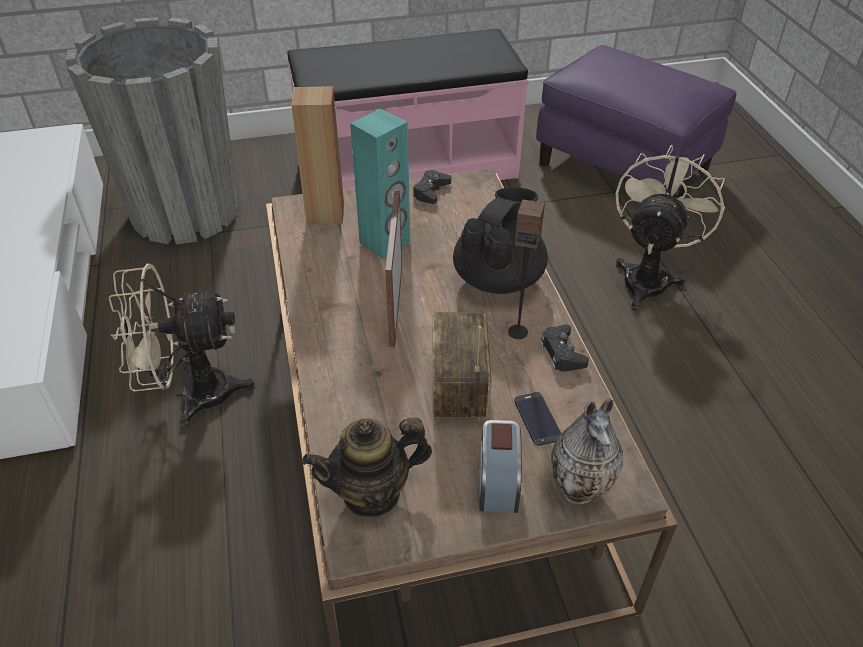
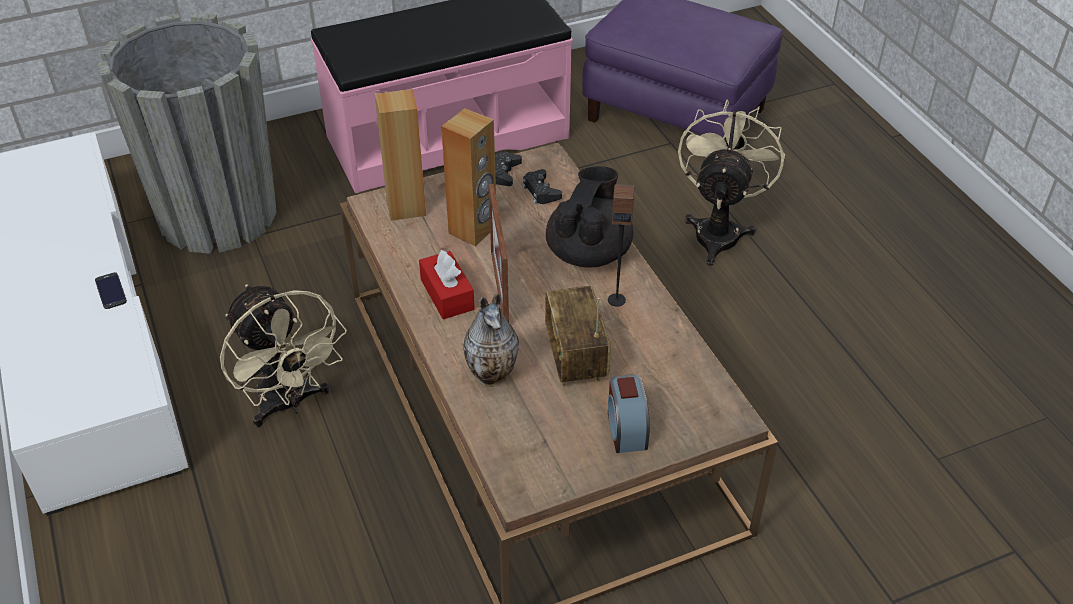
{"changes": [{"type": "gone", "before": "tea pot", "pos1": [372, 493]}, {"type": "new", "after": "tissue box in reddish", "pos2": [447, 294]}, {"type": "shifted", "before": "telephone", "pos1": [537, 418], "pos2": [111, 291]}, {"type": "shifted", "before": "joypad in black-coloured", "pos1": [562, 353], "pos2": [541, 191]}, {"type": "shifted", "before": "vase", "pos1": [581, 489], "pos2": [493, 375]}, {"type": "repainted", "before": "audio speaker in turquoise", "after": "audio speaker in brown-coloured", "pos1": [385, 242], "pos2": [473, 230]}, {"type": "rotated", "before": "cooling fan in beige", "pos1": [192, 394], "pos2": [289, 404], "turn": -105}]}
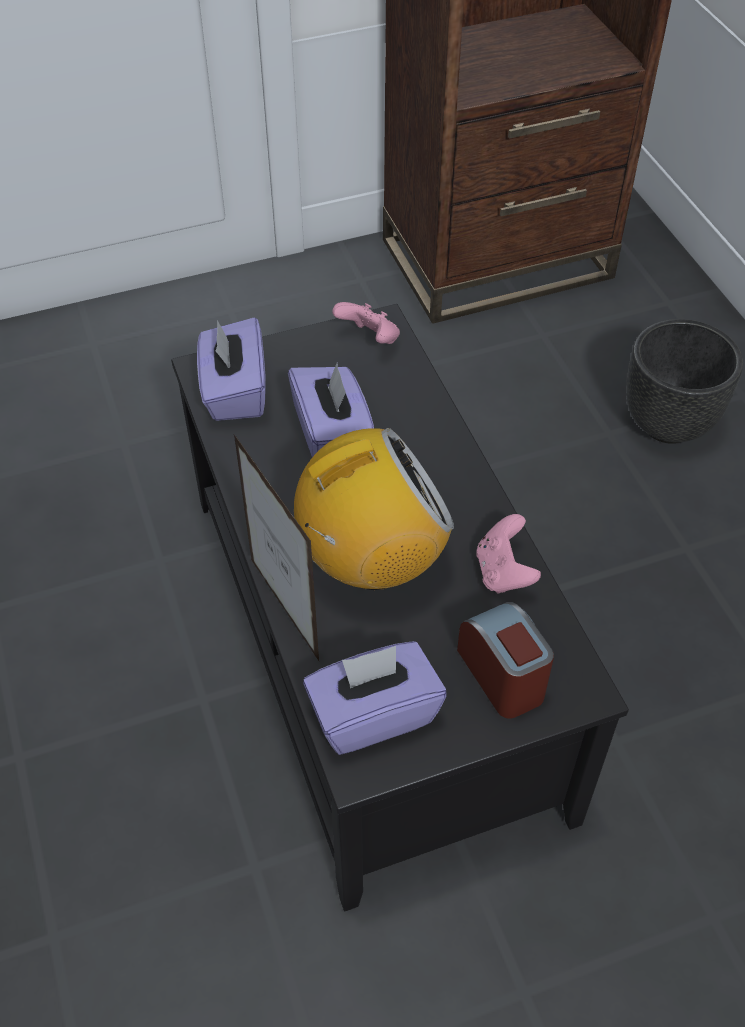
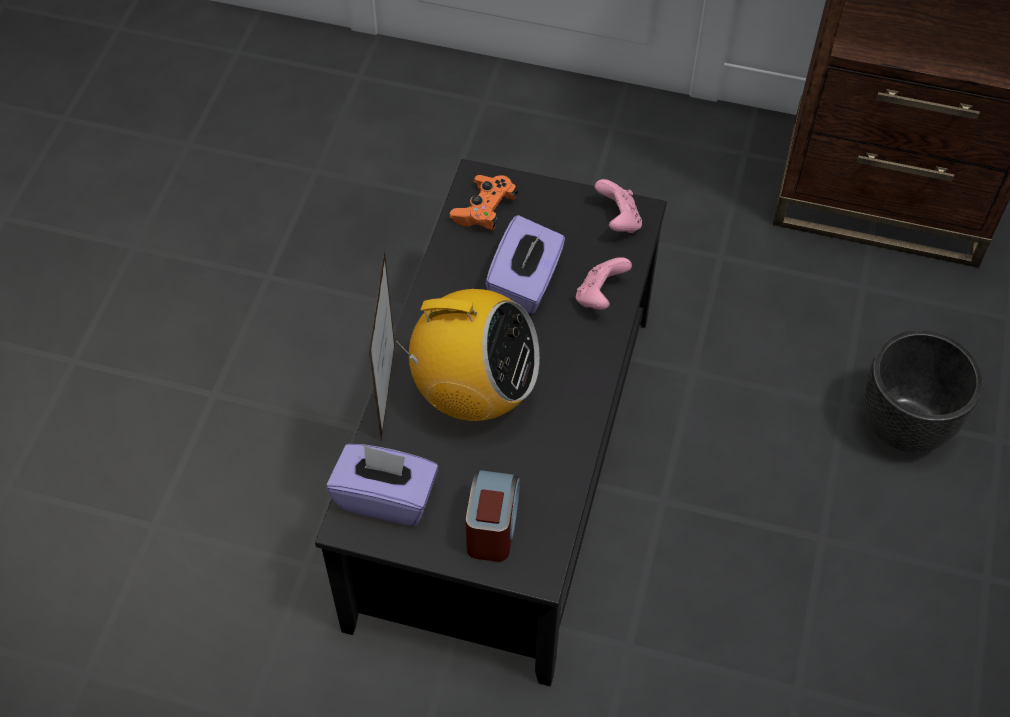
{"changes": [{"type": "shifted", "before": "joypad in pink", "pos1": [503, 572], "pos2": [600, 296]}, {"type": "swapped", "before": "tissue box in purple", "after": "joypad in orange-coloured", "pos1": [234, 392], "pos2": [484, 210]}]}
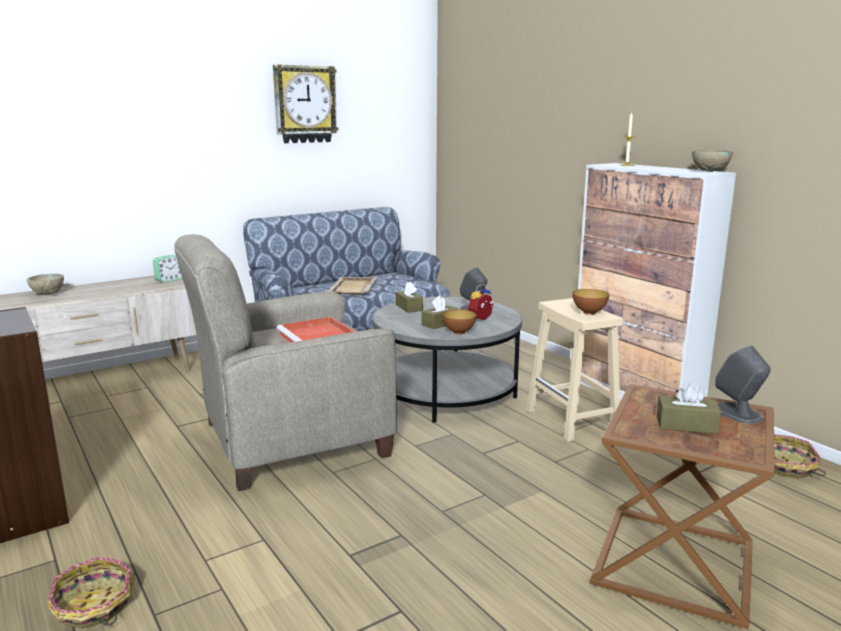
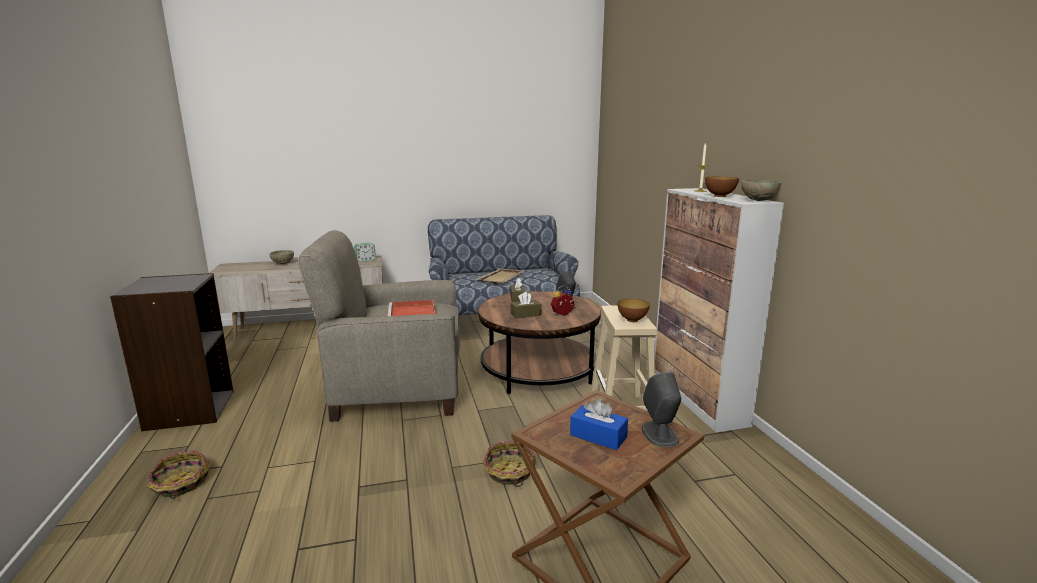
{"changes": [{"type": "gone", "before": "hanging clock", "pos1": [304, 104]}, {"type": "shifted", "before": "bowl", "pos1": [459, 332], "pos2": [720, 196]}, {"type": "shifted", "before": "household basket", "pos1": [787, 467], "pos2": [509, 472]}, {"type": "repainted", "before": "low table in greyish", "after": "low table in brown-coloured", "pos1": [446, 392], "pos2": [538, 370]}, {"type": "repainted", "before": "tissue box in brown-coloured", "after": "tissue box in bluish", "pos1": [686, 425], "pos2": [598, 436]}]}
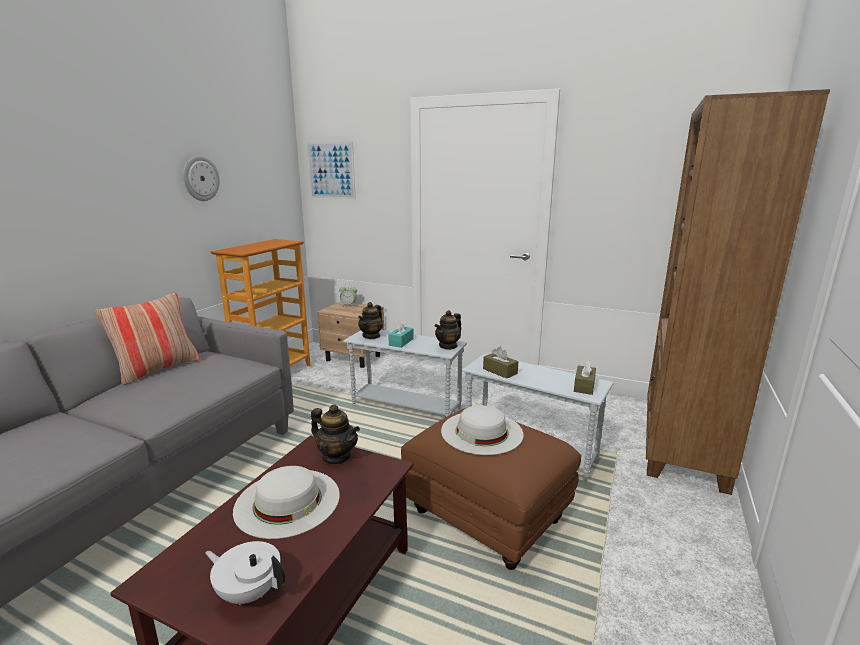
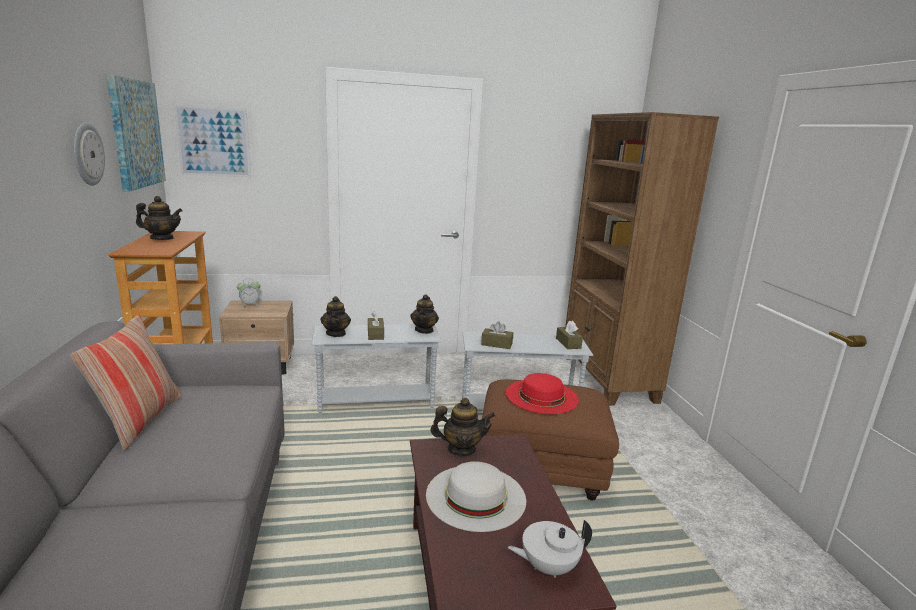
{"changes": [{"type": "new", "after": "wall art", "pos2": [135, 133]}, {"type": "new", "after": "tea pot", "pos2": [162, 239]}, {"type": "repainted", "before": "tissue box in turquoise", "after": "tissue box in brown-coloured", "pos1": [401, 342], "pos2": [375, 334]}, {"type": "repainted", "before": "wearable hat in white", "after": "wearable hat in reddish", "pos1": [481, 432], "pos2": [541, 396]}]}
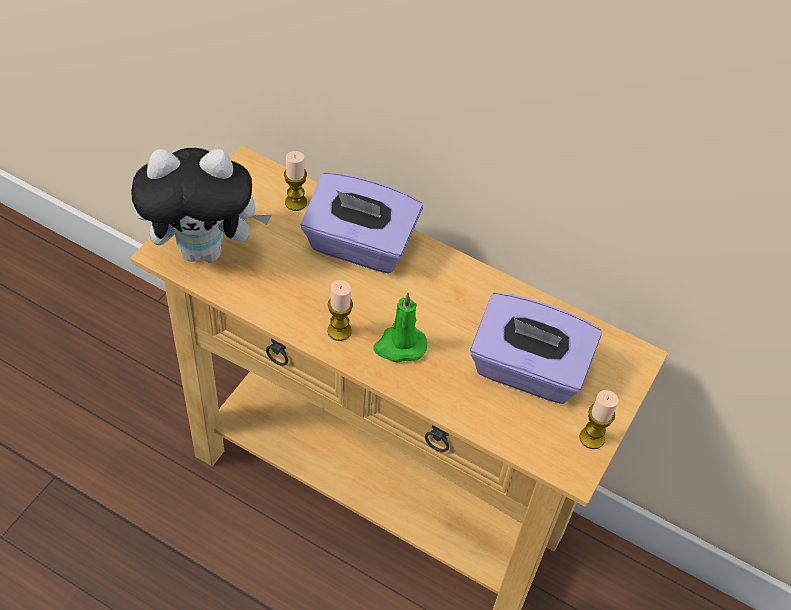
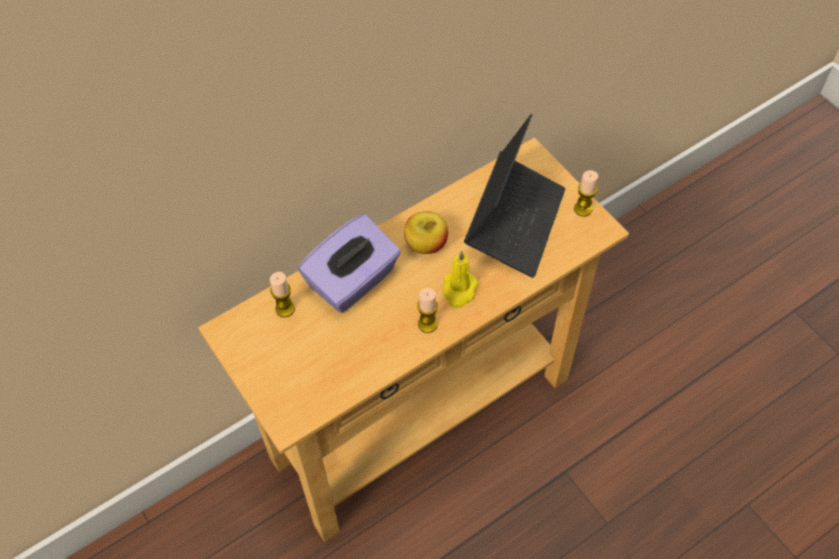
{"changes": [{"type": "gone", "before": "soft toy", "pos1": [205, 249]}, {"type": "new", "after": "whole apple", "pos2": [426, 244]}, {"type": "swapped", "before": "tissue box in purple", "after": "portable computer", "pos1": [527, 371], "pos2": [515, 222]}, {"type": "repainted", "before": "wax candle in greenish", "after": "wax candle in yellowish", "pos1": [399, 346], "pos2": [459, 290]}]}
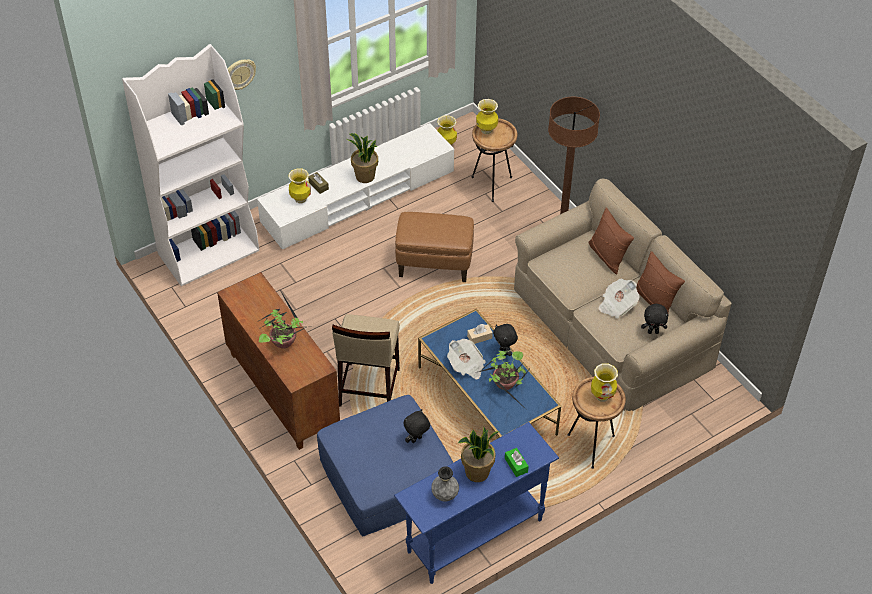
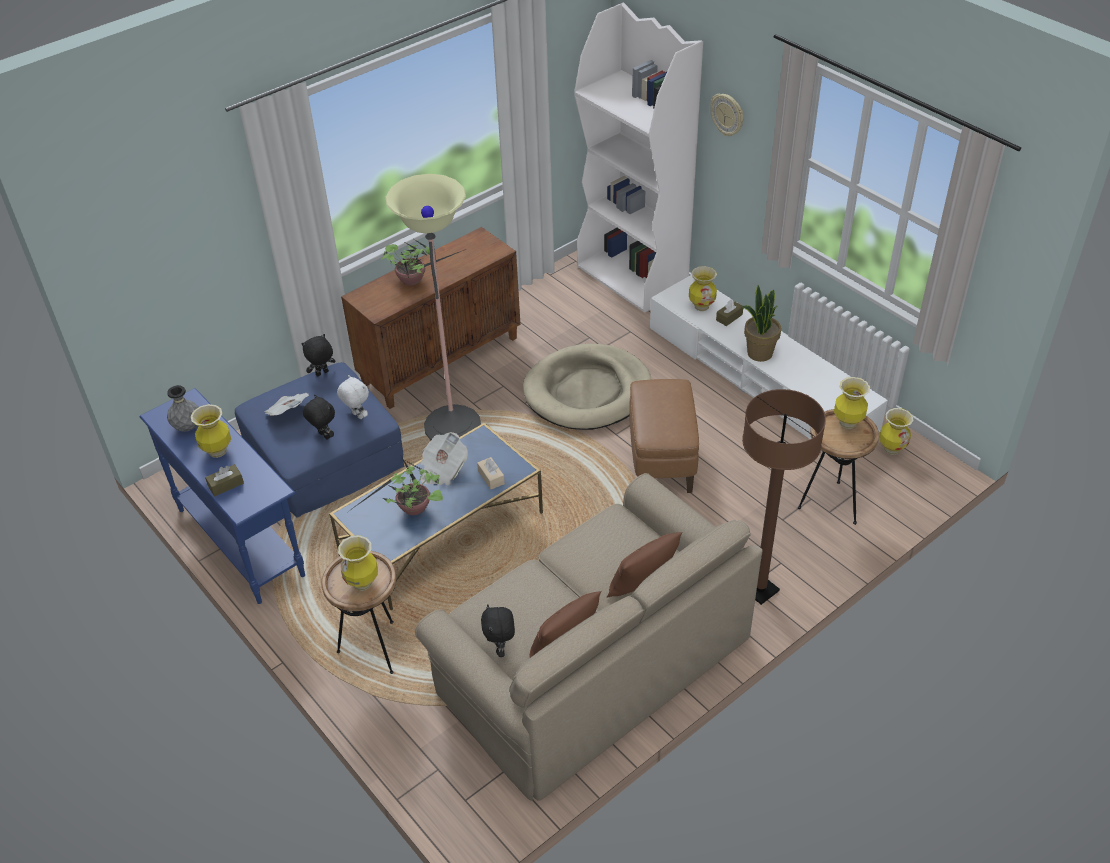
{"changes": [{"type": "new", "after": "soft toy in white", "pos2": [357, 416]}, {"type": "new", "after": "dog bed in beige", "pos2": [587, 391]}, {"type": "shifted", "before": "soft toy in black-coloured", "pos1": [504, 351], "pos2": [322, 374]}, {"type": "shifted", "before": "newspaper", "pos1": [617, 305], "pos2": [288, 412]}, {"type": "swapped", "before": "stool seat in beige", "after": "standing lamp", "pos1": [368, 388], "pos2": [452, 426]}, {"type": "swapped", "before": "plant in a pot", "after": "vase", "pos1": [477, 473], "pos2": [217, 451]}, {"type": "repainted", "before": "tissue box in greenish", "after": "tissue box in brown-coloured", "pos1": [516, 465], "pos2": [226, 485]}]}
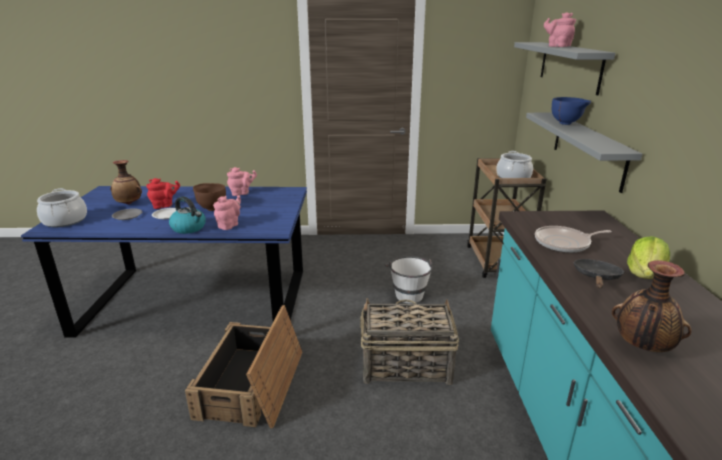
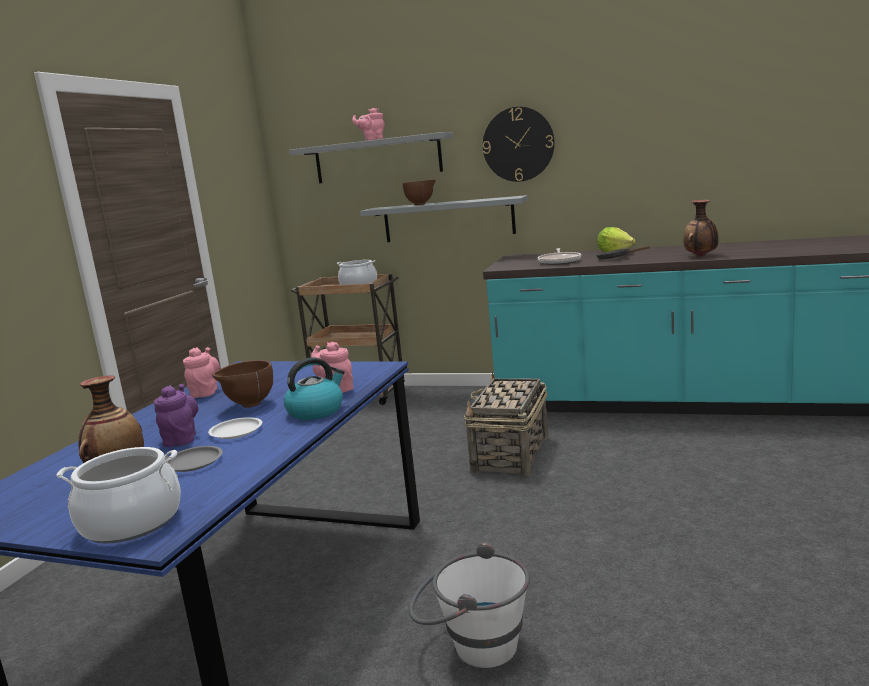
{"changes": [{"type": "gone", "before": "shipping crate", "pos1": [252, 384]}, {"type": "new", "after": "hanging clock", "pos2": [518, 144]}, {"type": "shifted", "before": "water bucket in white", "pos1": [407, 292], "pos2": [472, 646]}, {"type": "repainted", "before": "tea pot in reddish", "after": "tea pot in purple", "pos1": [165, 205], "pos2": [181, 439]}, {"type": "repainted", "before": "bowl in bluish", "after": "bowl in brown-coloured", "pos1": [567, 124], "pos2": [421, 204]}]}
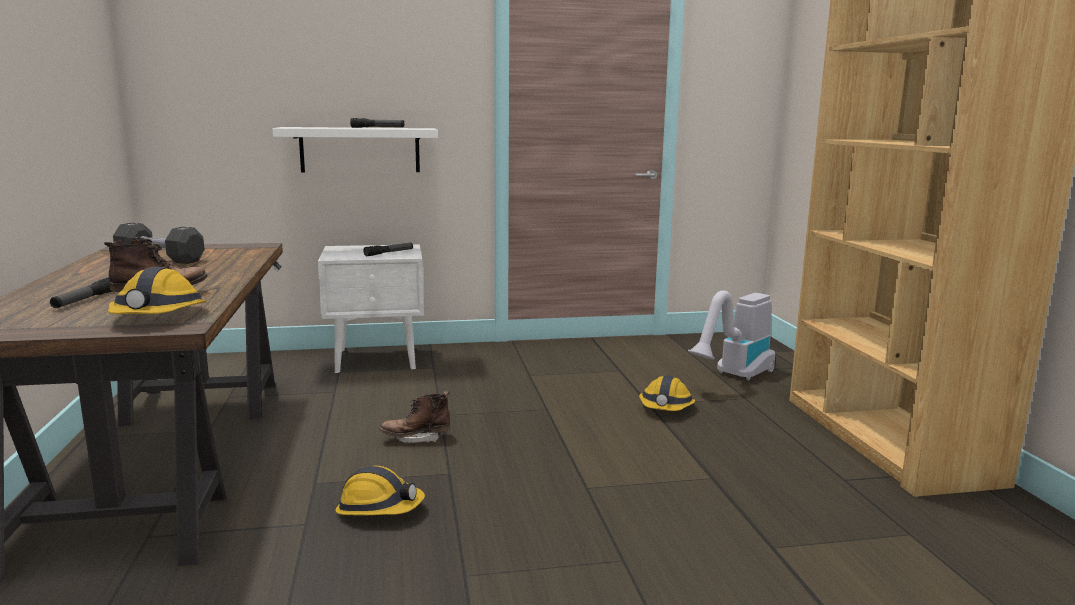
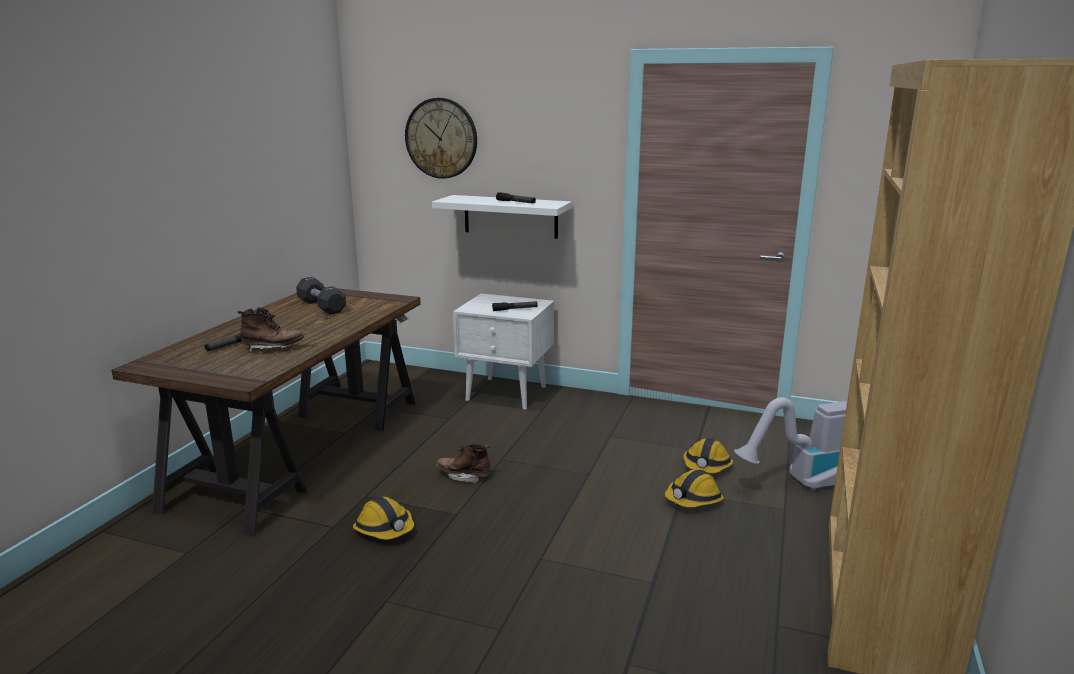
{"changes": [{"type": "new", "after": "hanging clock", "pos2": [441, 138]}, {"type": "shifted", "before": "safety helmet", "pos1": [158, 316], "pos2": [707, 466]}]}
